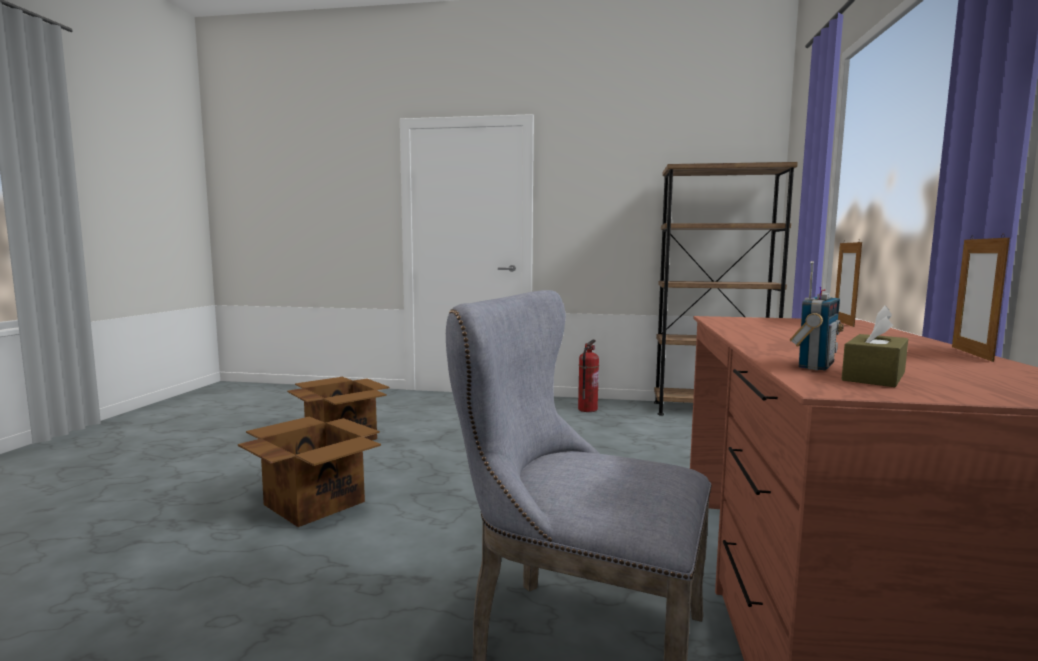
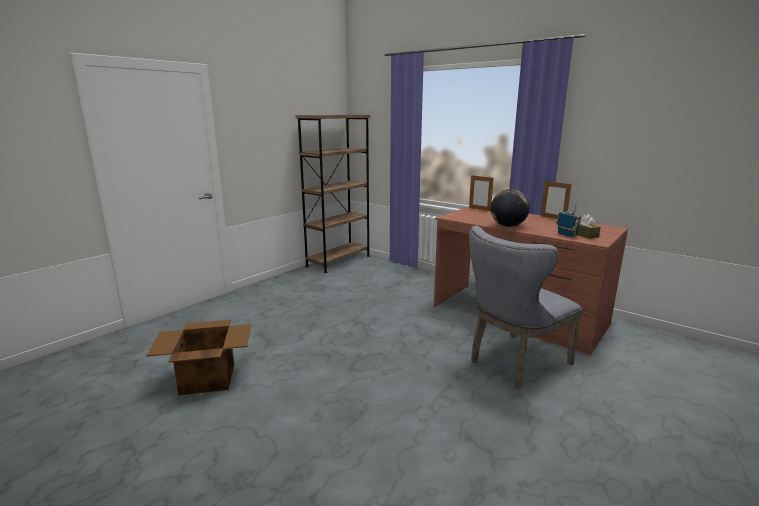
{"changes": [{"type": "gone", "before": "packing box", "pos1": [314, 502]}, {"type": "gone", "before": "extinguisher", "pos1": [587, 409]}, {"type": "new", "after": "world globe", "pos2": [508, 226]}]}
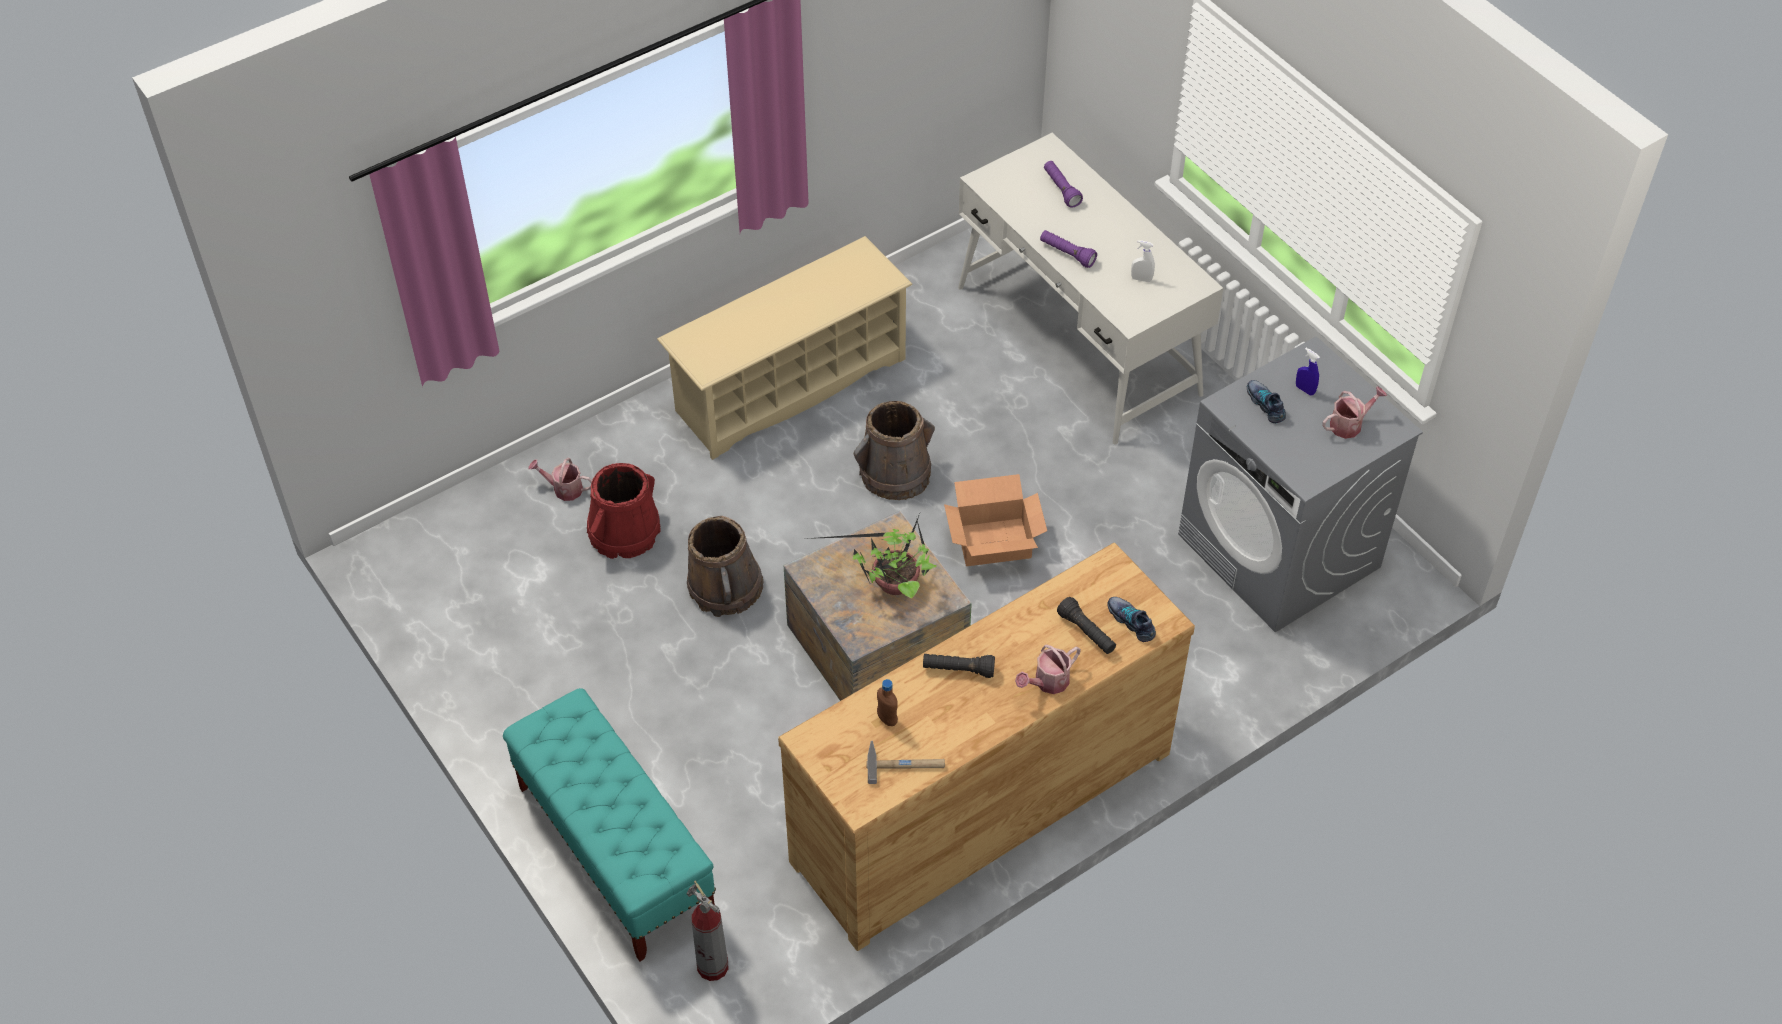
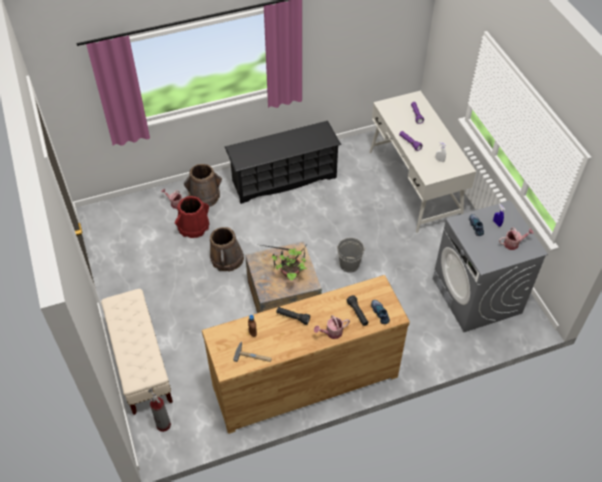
{"changes": [{"type": "shifted", "before": "water bucket in brown-coloured", "pos1": [895, 473], "pos2": [204, 196]}, {"type": "swapped", "before": "packing box", "after": "water bucket in greyish", "pos1": [995, 542], "pos2": [349, 264]}, {"type": "repainted", "before": "indoor bench in turquoise", "after": "indoor bench in beige", "pos1": [615, 850], "pos2": [140, 363]}, {"type": "repainted", "before": "shoe stand in beige", "after": "shoe stand in black-coloured", "pos1": [790, 385], "pos2": [283, 179]}]}
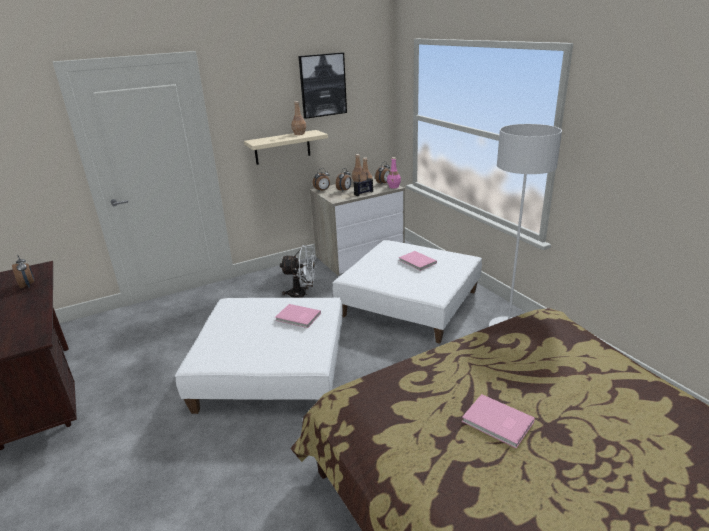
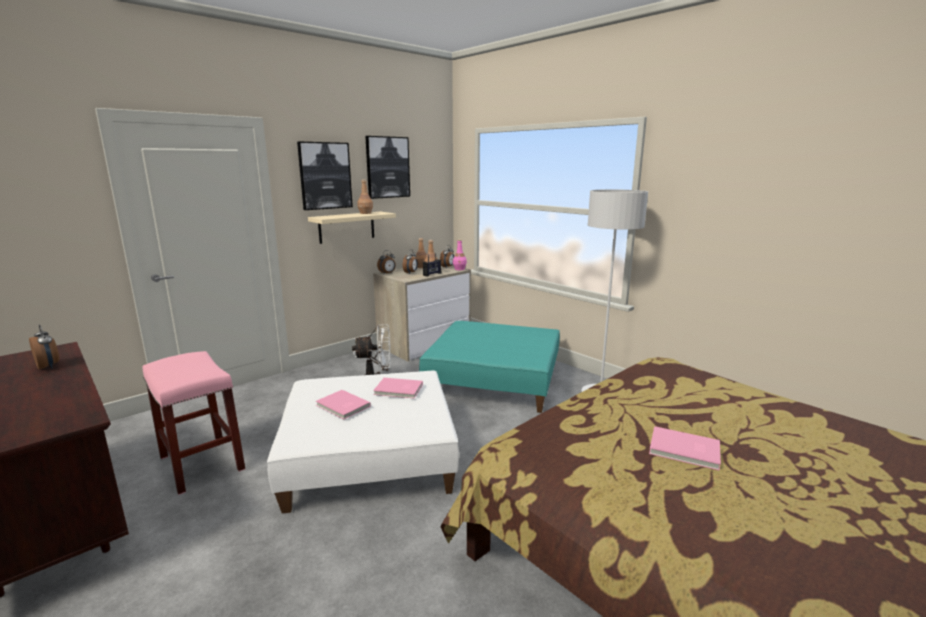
{"changes": [{"type": "new", "after": "stool seat in pink", "pos2": [202, 463]}, {"type": "new", "after": "wall art", "pos2": [325, 176]}, {"type": "shifted", "before": "bound book in pink", "pos1": [417, 262], "pos2": [342, 406]}, {"type": "repainted", "before": "pouffe in white", "after": "pouffe in turquoise", "pos1": [410, 303], "pos2": [495, 380]}]}
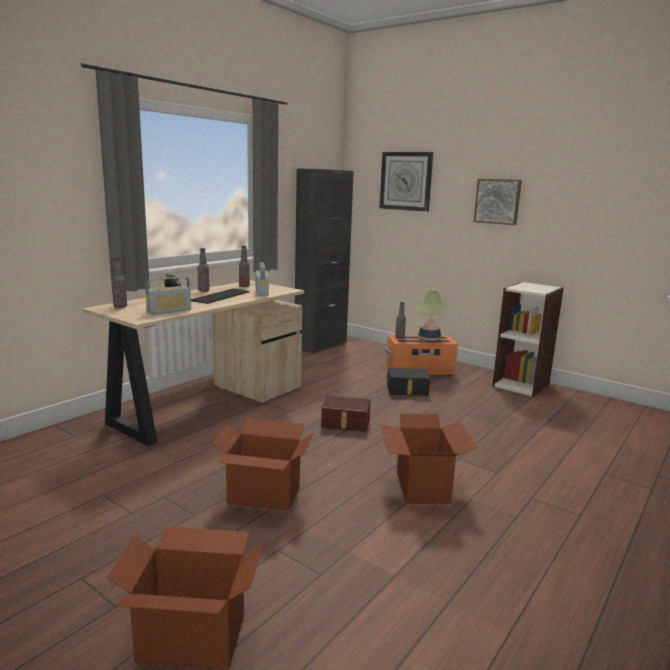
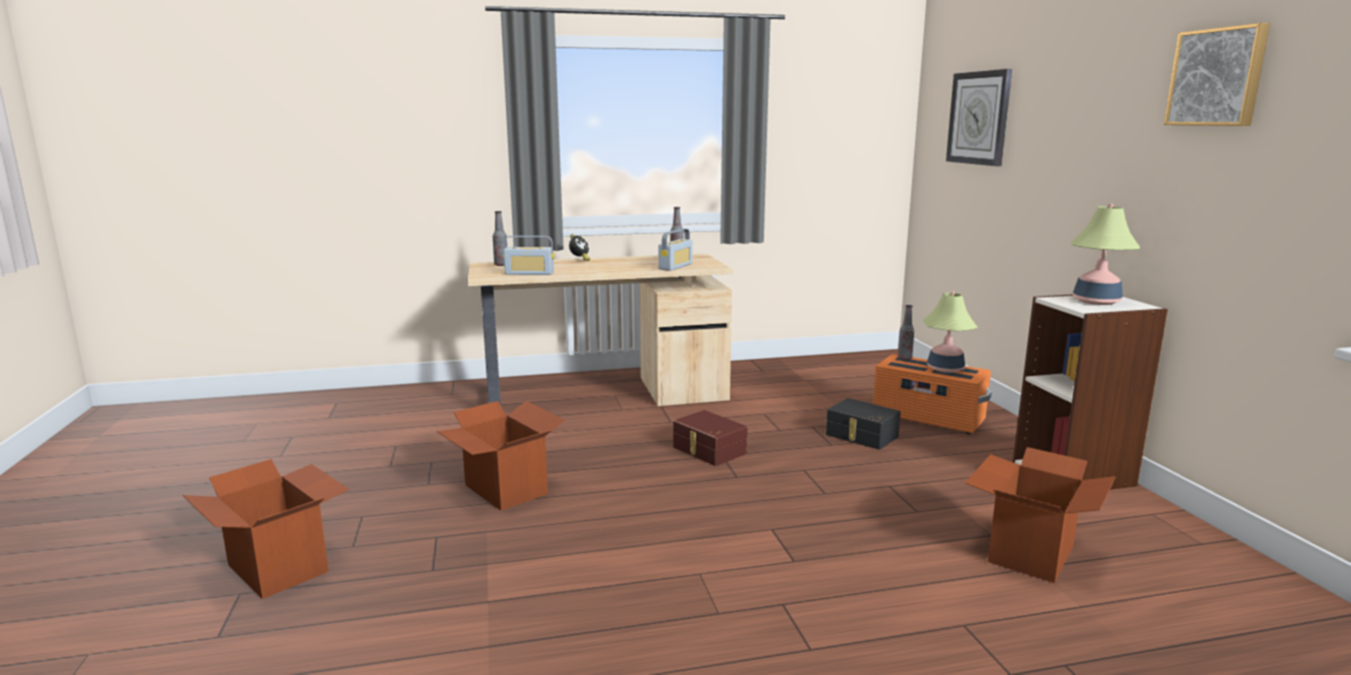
{"changes": [{"type": "gone", "before": "PC keyboard", "pos1": [220, 296]}, {"type": "gone", "before": "bottle", "pos1": [203, 291]}, {"type": "gone", "before": "cabinet in black-coloured", "pos1": [321, 345]}, {"type": "new", "after": "table lamp", "pos2": [1096, 301]}, {"type": "shifted", "before": "packing box", "pos1": [421, 487], "pos2": [1029, 553]}, {"type": "shifted", "before": "wall art", "pos1": [497, 201], "pos2": [1218, 77]}]}
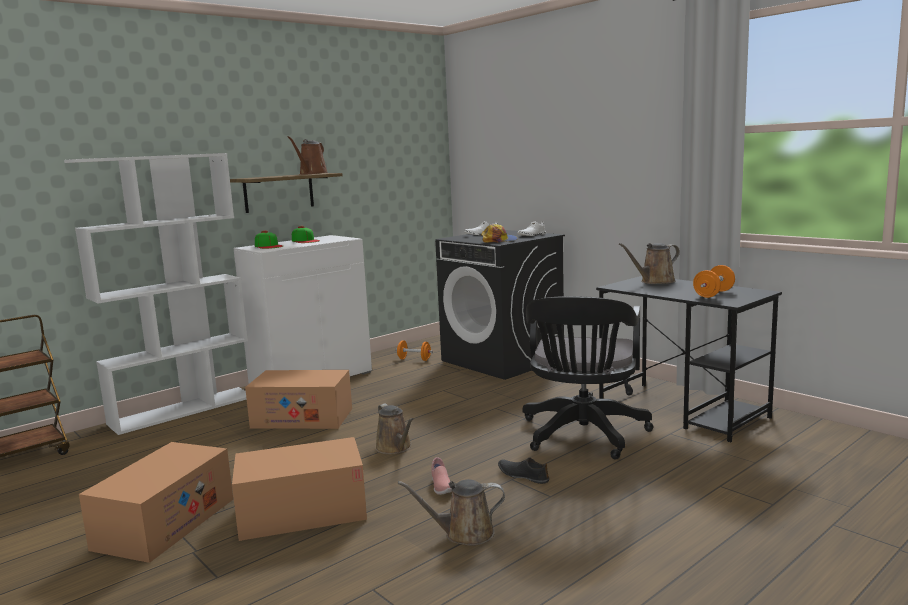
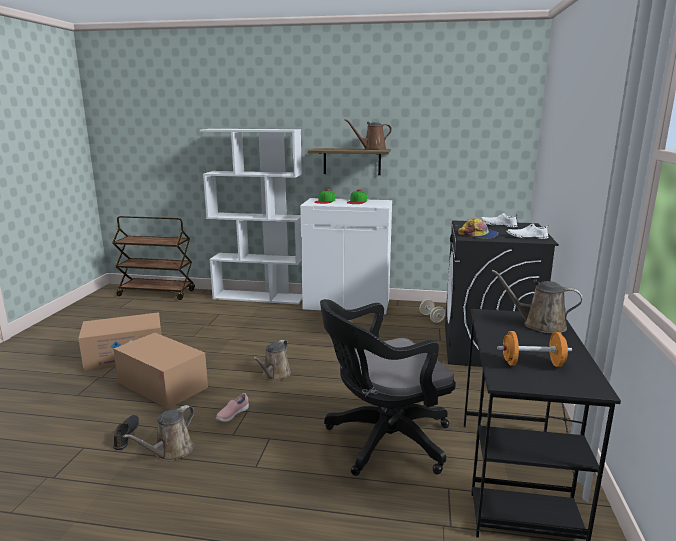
{"changes": [{"type": "gone", "before": "packing box", "pos1": [302, 418]}, {"type": "shifted", "before": "low shoe in black-coloured", "pos1": [523, 475], "pos2": [127, 435]}, {"type": "repainted", "before": "hand weight in orange-coloured", "after": "hand weight in beige", "pos1": [414, 359], "pos2": [431, 318]}, {"type": "rotated", "before": "watering pot in brown-coloured", "pos1": [464, 534], "pos2": [171, 452], "turn": -105}]}
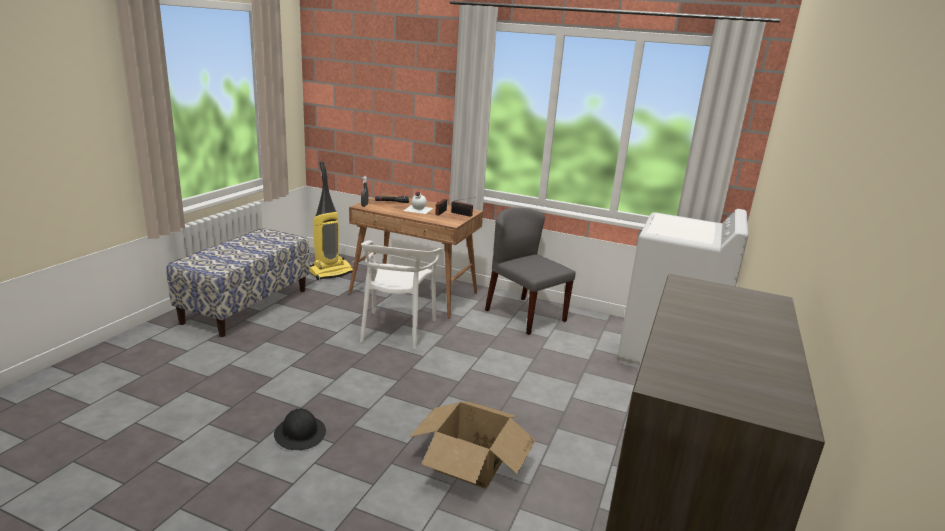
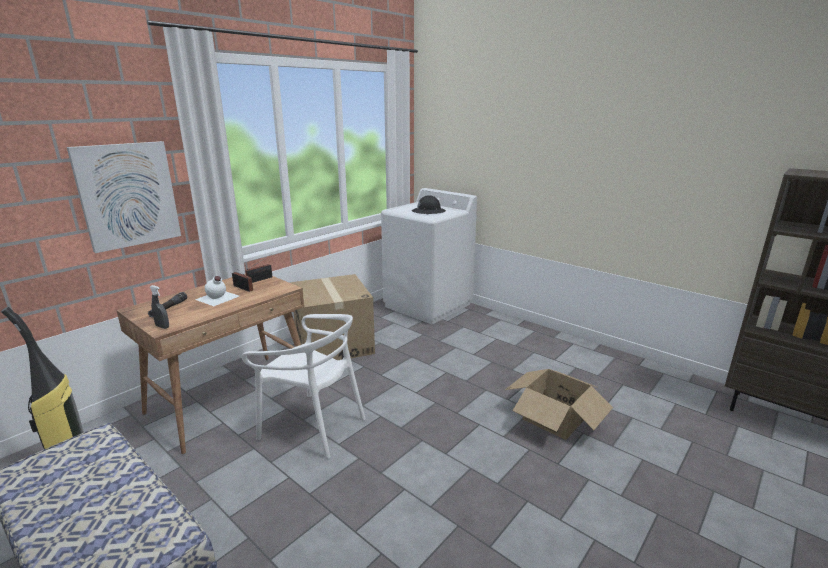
{"changes": [{"type": "new", "after": "wall art", "pos2": [128, 195]}, {"type": "shifted", "before": "safety helmet in black-coloured", "pos1": [300, 434], "pos2": [428, 212]}, {"type": "swapped", "before": "plain chair in greyish", "after": "packing box", "pos1": [524, 315], "pos2": [333, 344]}]}
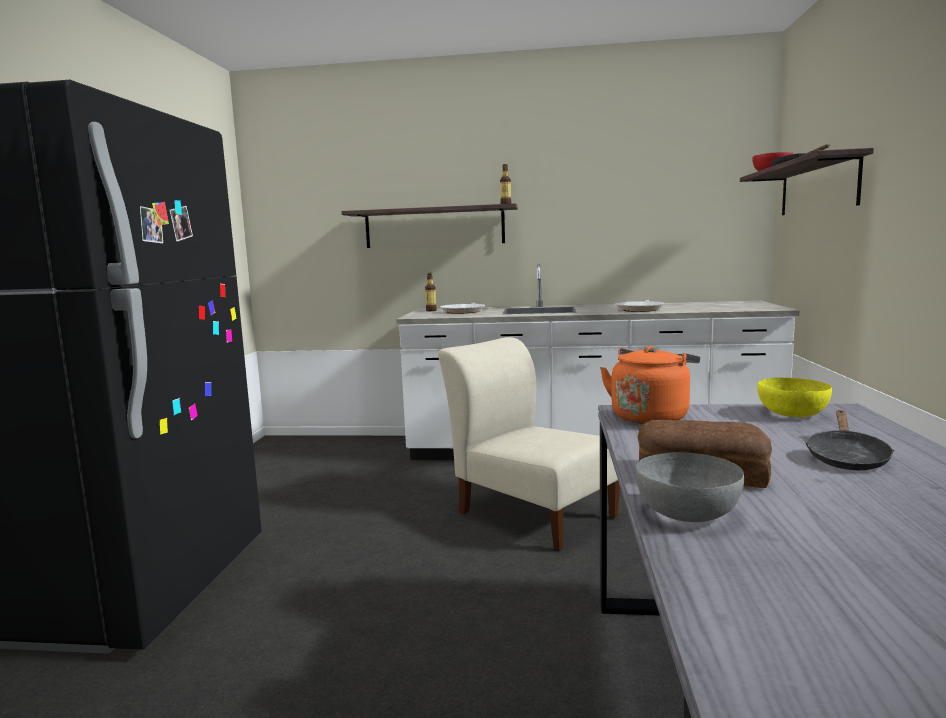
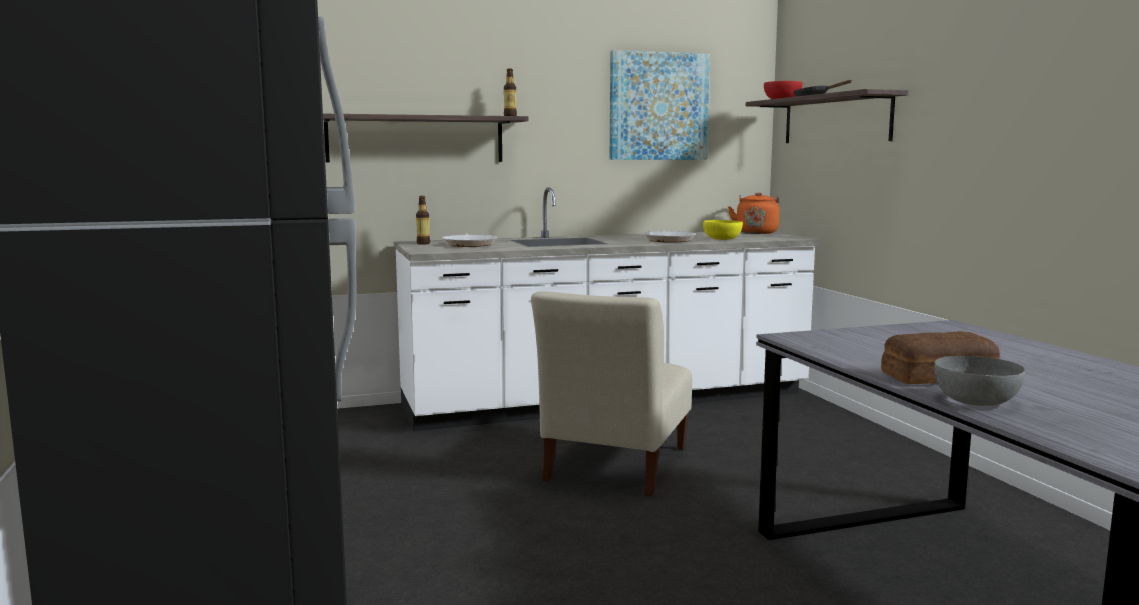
{"changes": [{"type": "gone", "before": "pan in black-coloured", "pos1": [846, 458]}, {"type": "new", "after": "wall art", "pos2": [658, 106]}, {"type": "shifted", "before": "tea kettle in orange-coloured", "pos1": [650, 417], "pos2": [756, 232]}, {"type": "shifted", "before": "bowl in yellowish", "pos1": [791, 413], "pos2": [721, 239]}, {"type": "rotated", "before": "plain chair in beige", "pos1": [531, 513], "pos2": [614, 467], "turn": -90}]}
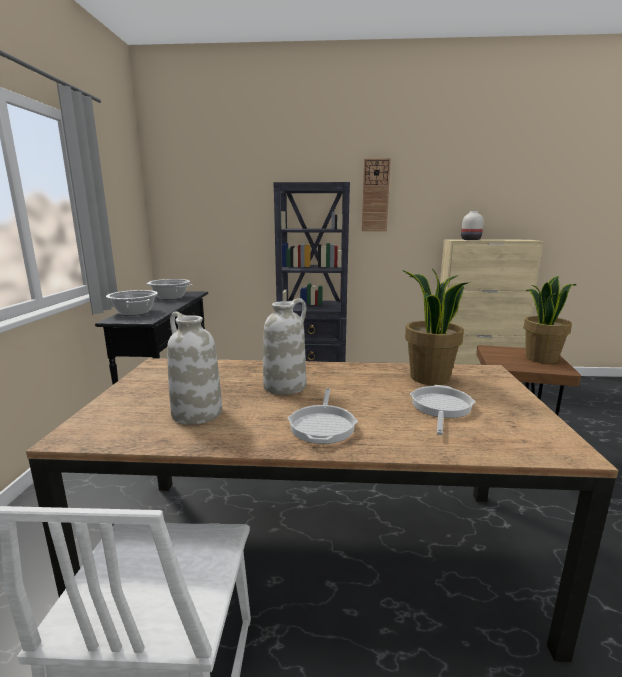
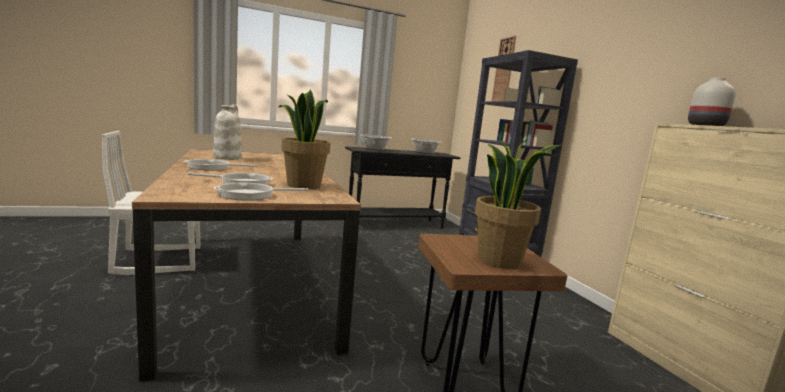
{"changes": [{"type": "gone", "before": "vase in white", "pos1": [285, 386]}, {"type": "new", "after": "pan", "pos2": [251, 195]}, {"type": "shifted", "before": "hanging clock", "pos1": [375, 195], "pos2": [504, 69]}]}
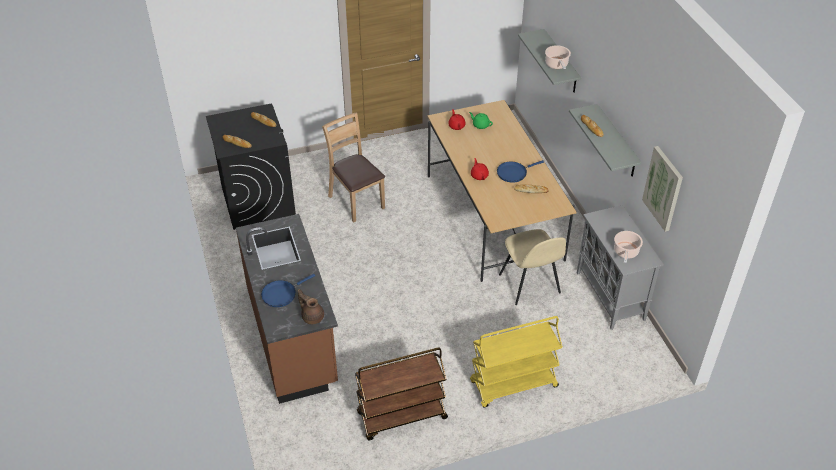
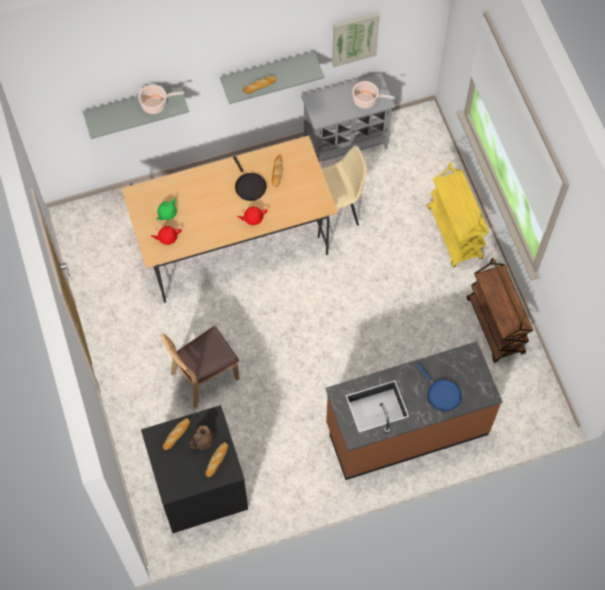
{"changes": [{"type": "shifted", "before": "tea pot in brown-coloured", "pos1": [312, 316], "pos2": [202, 440]}, {"type": "repainted", "before": "pan in bluish", "after": "pan in black-coloured", "pos1": [513, 173], "pos2": [249, 186]}]}
